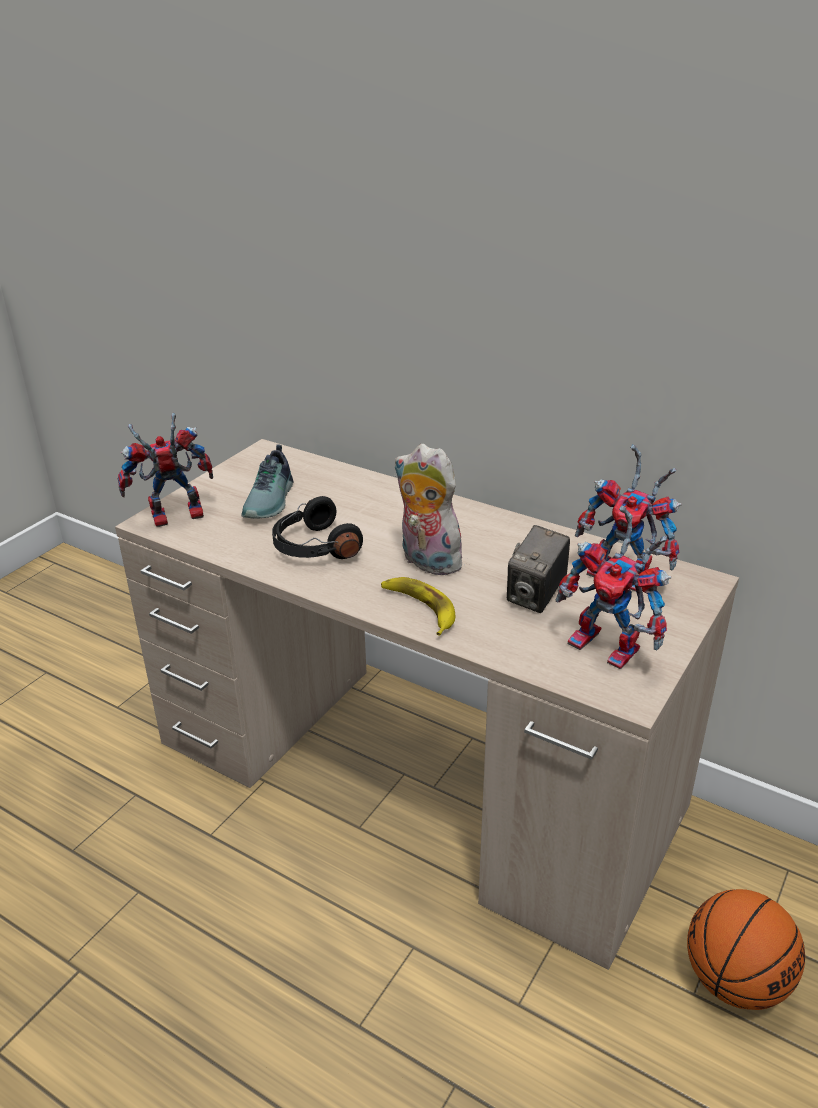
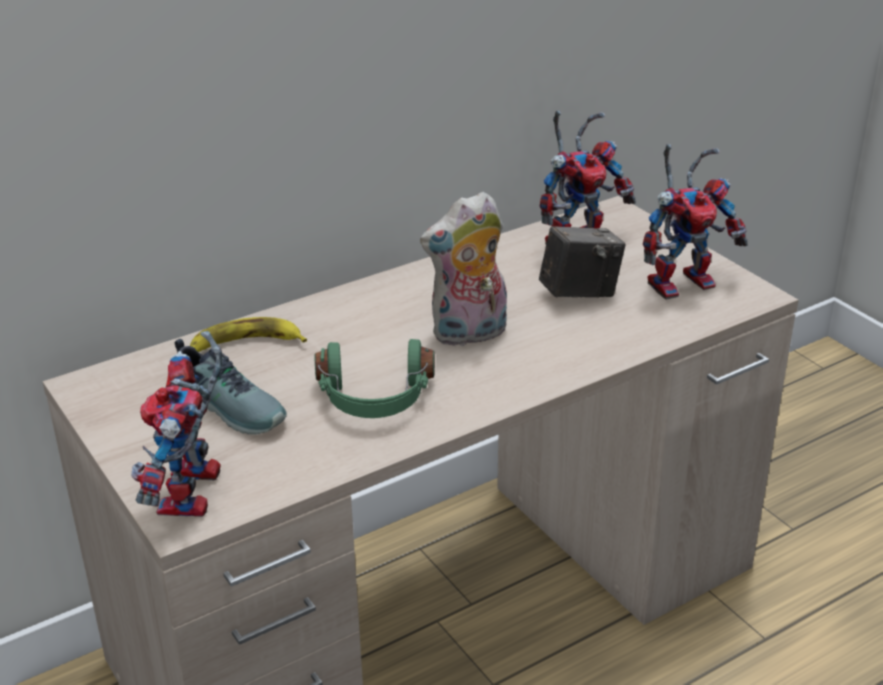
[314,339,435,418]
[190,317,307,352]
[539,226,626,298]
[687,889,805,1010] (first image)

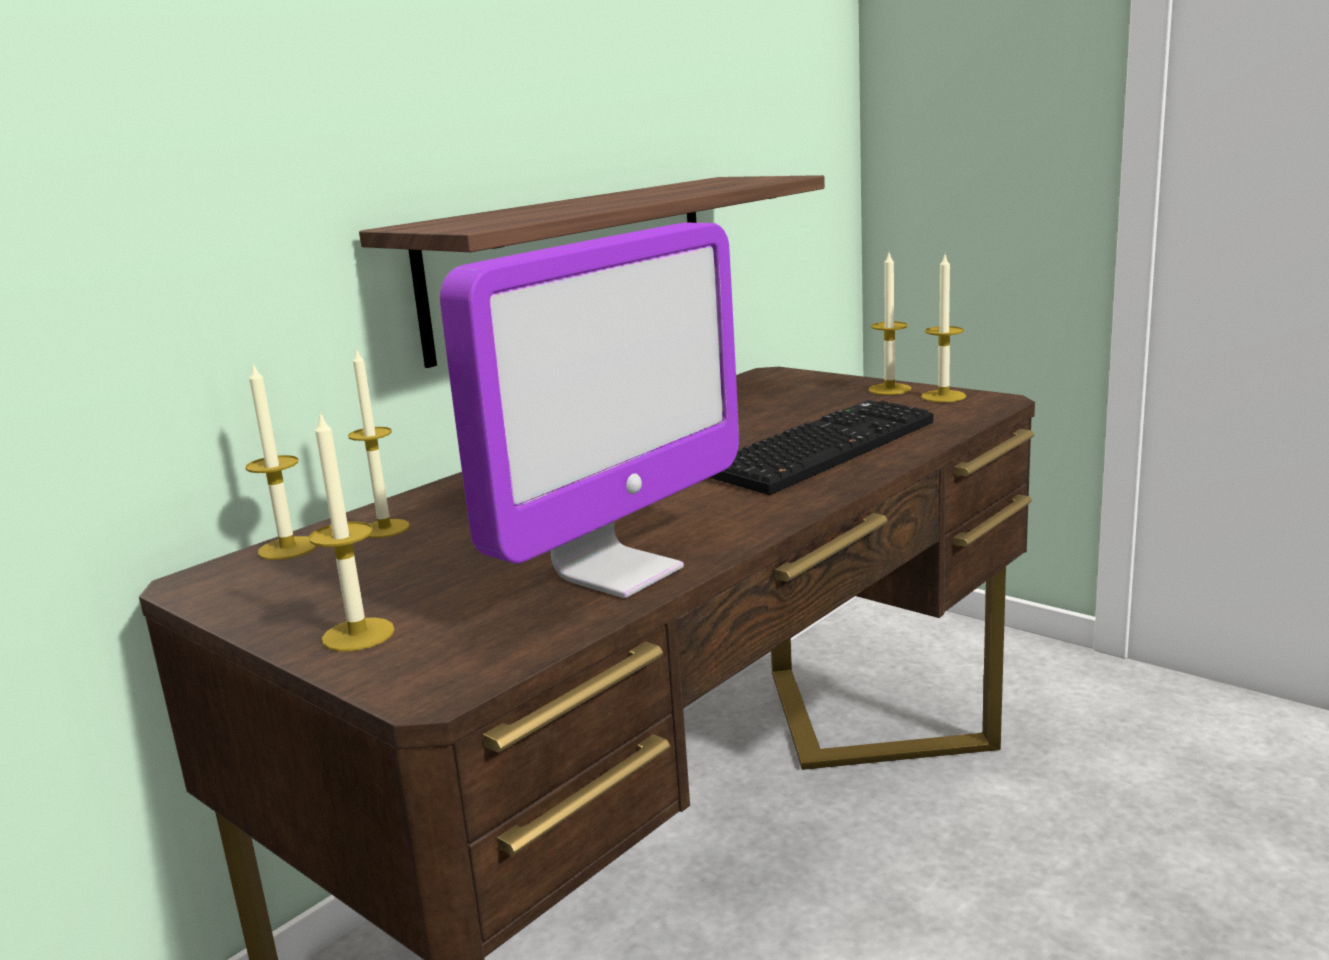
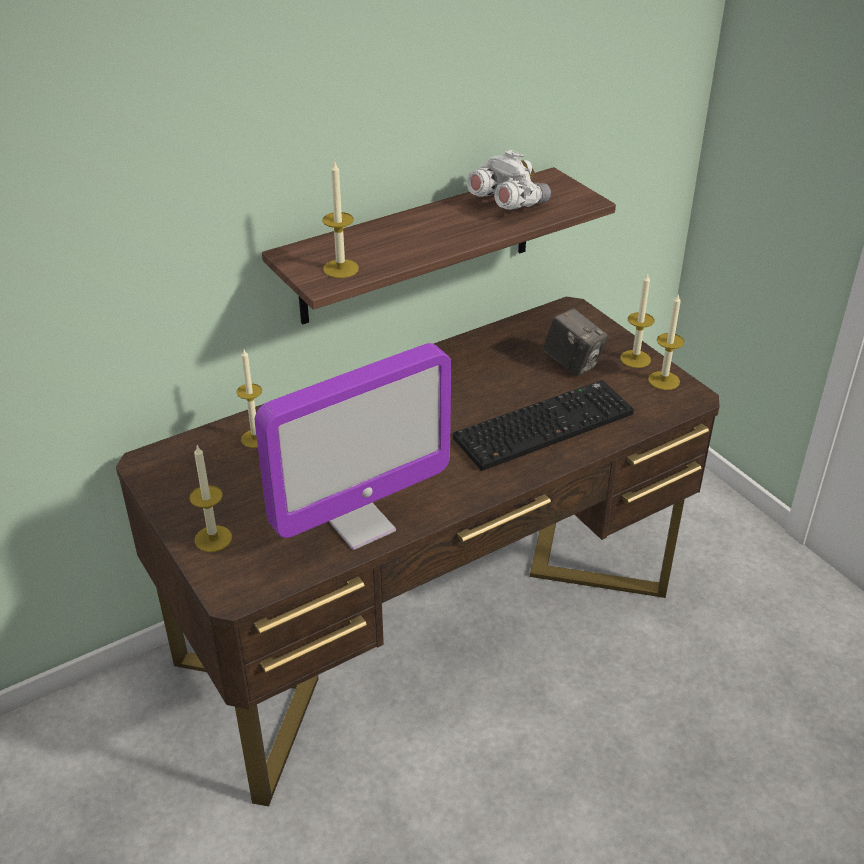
[322,160,359,278]
[467,150,551,210]
[543,308,608,376]

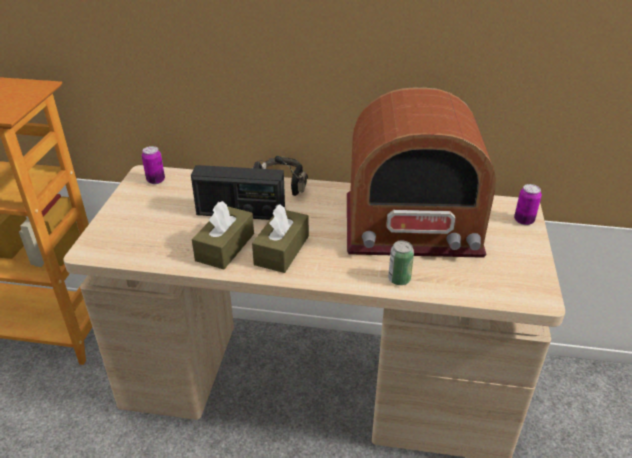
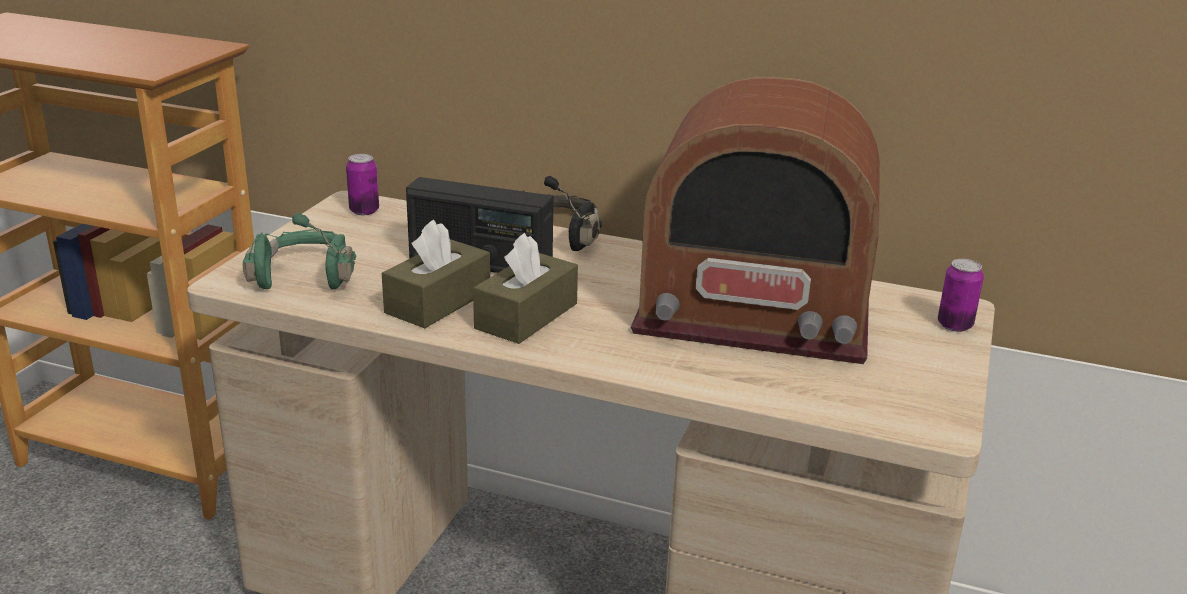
[388,240,414,285] (first image)
[243,213,356,289]

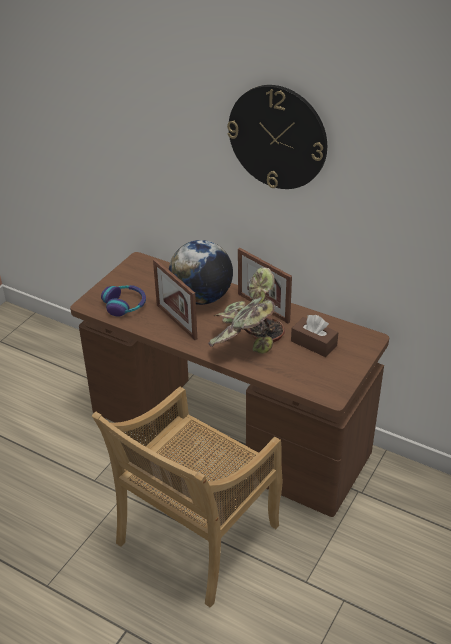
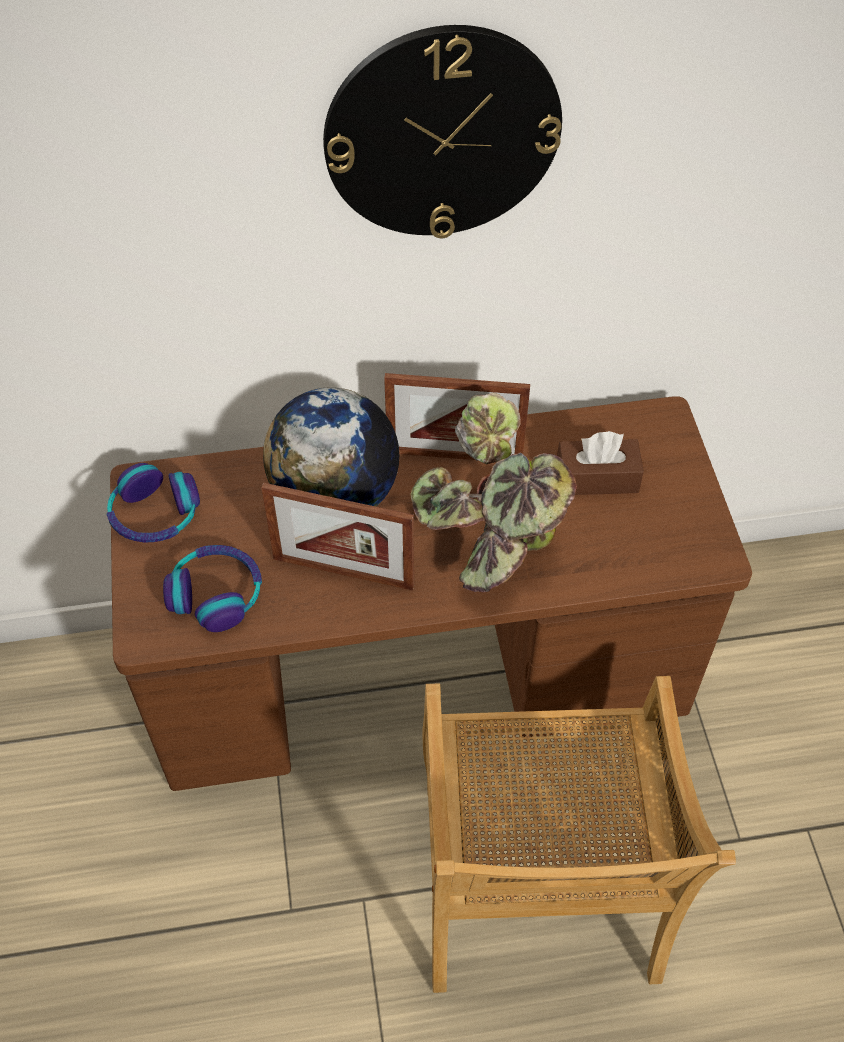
[106,463,200,542]

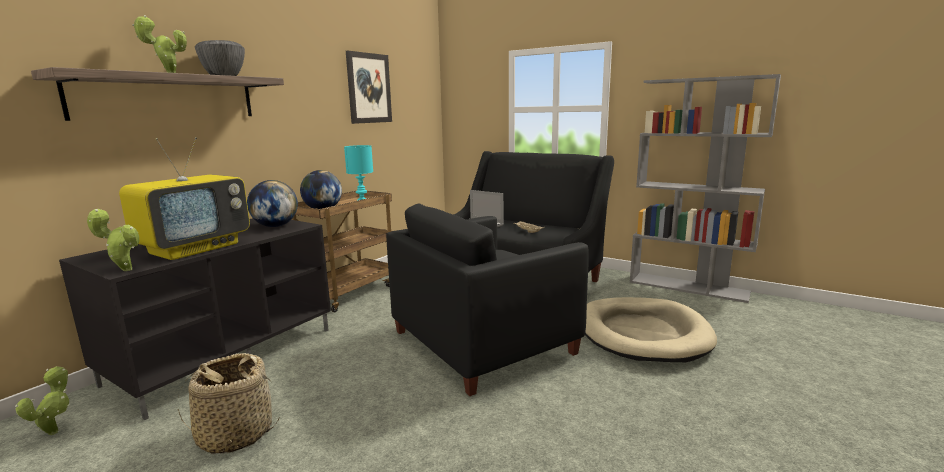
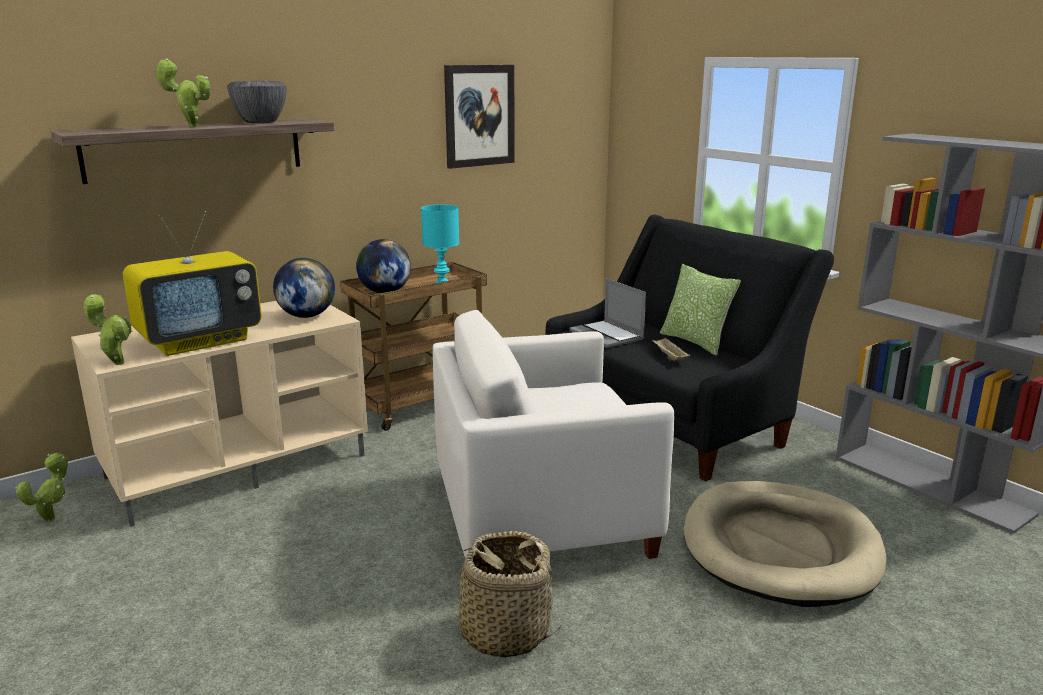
[71,301,368,527]
[443,531,562,658]
[433,310,674,559]
[660,264,741,356]

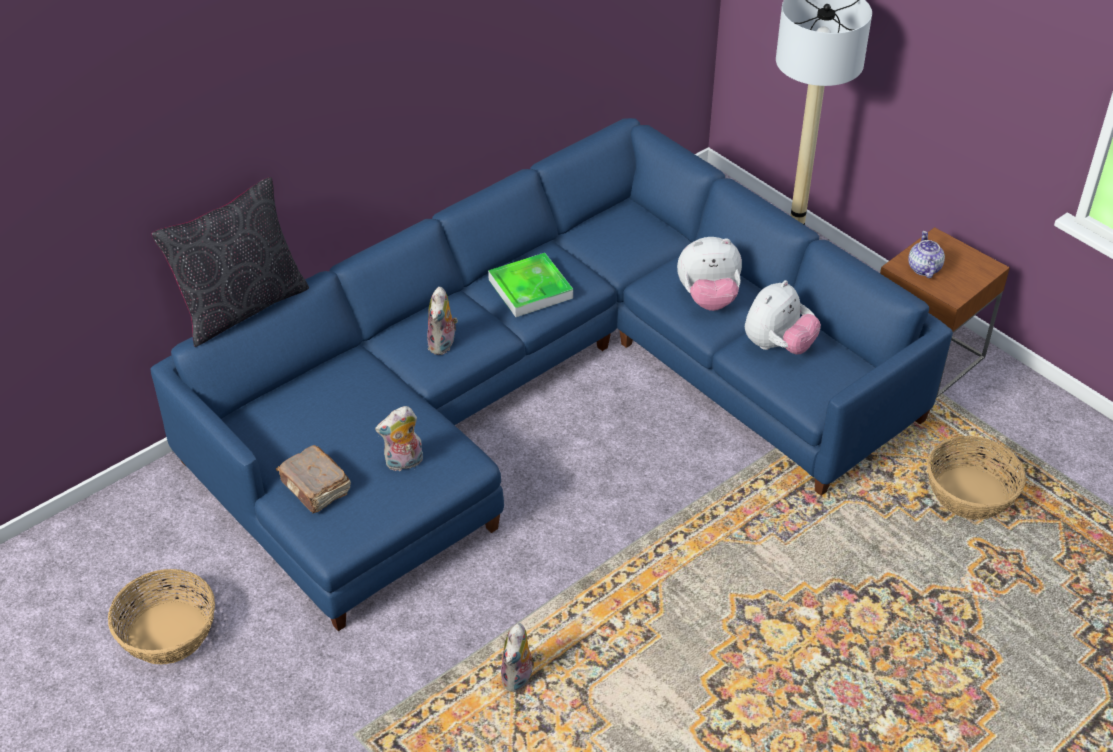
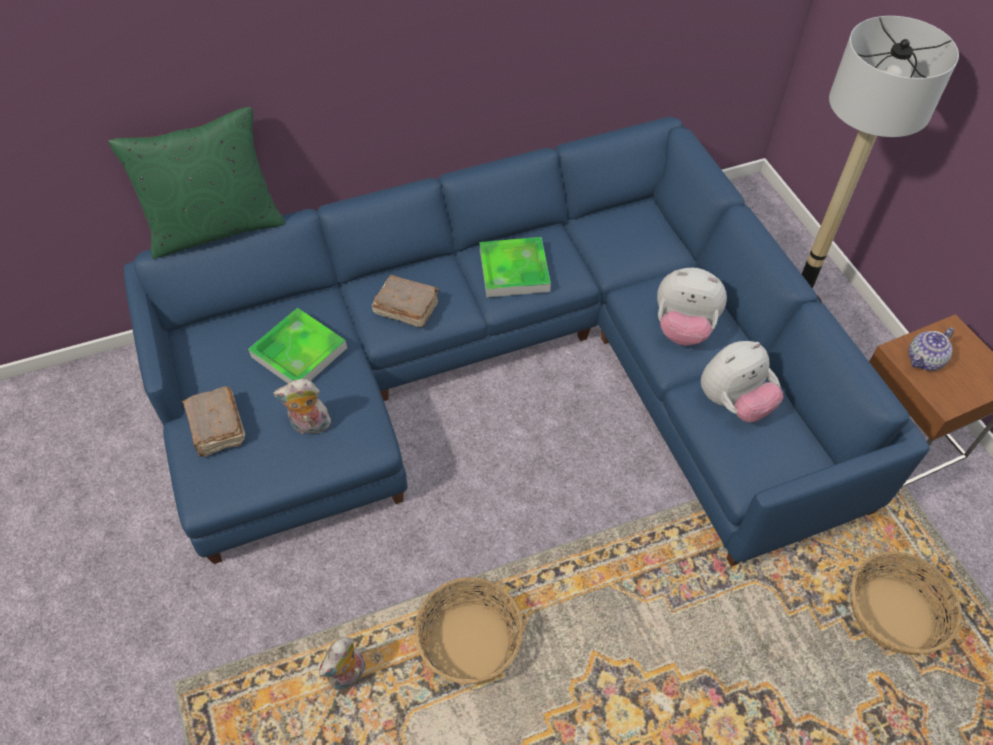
[415,577,523,684]
[108,107,285,259]
[372,275,439,327]
[908,327,954,371]
[248,308,347,383]

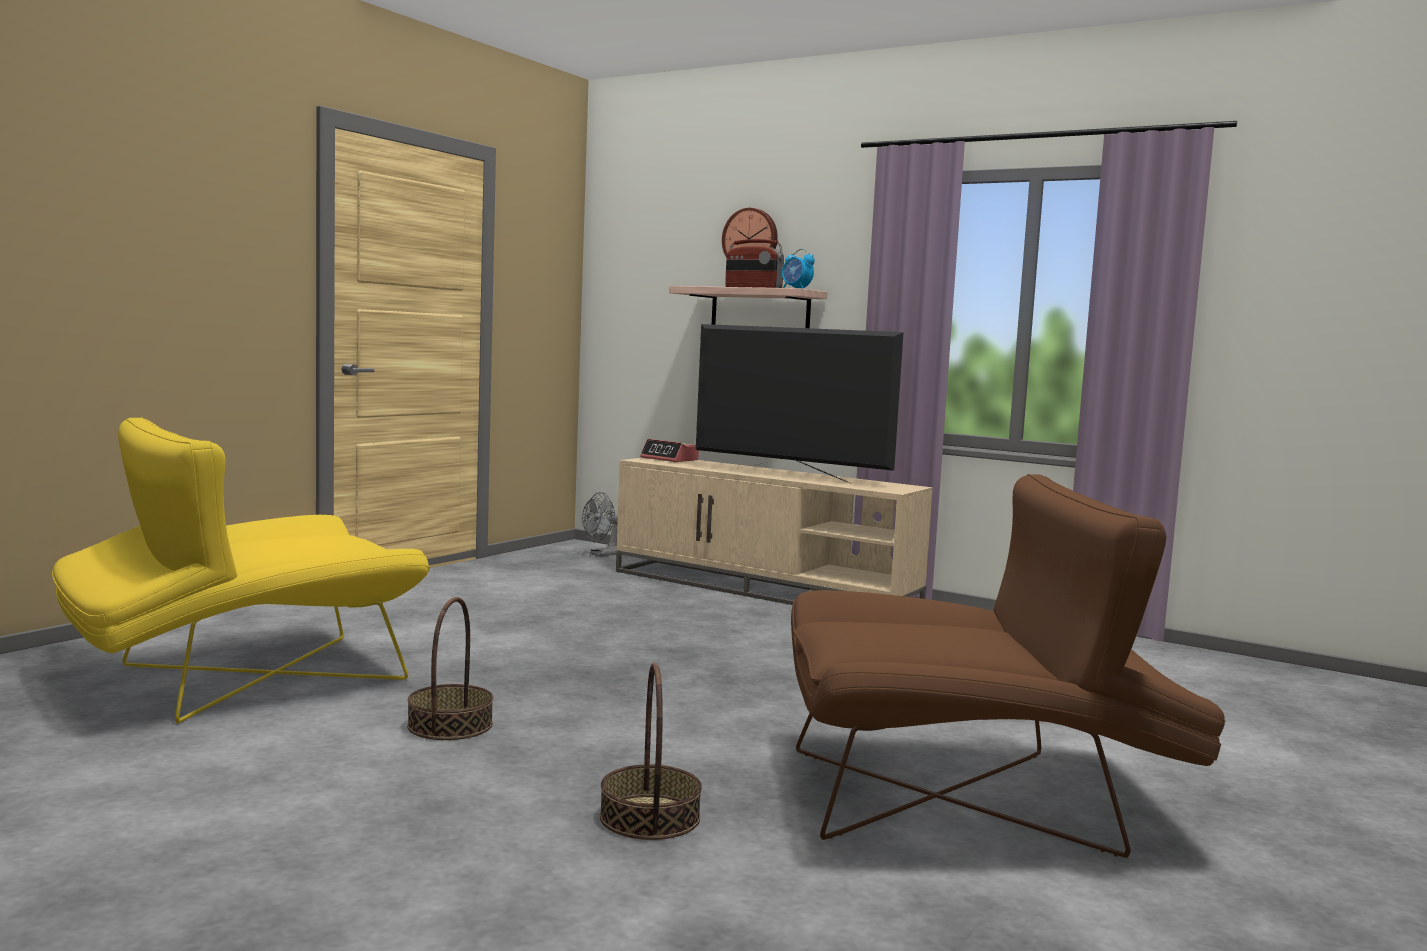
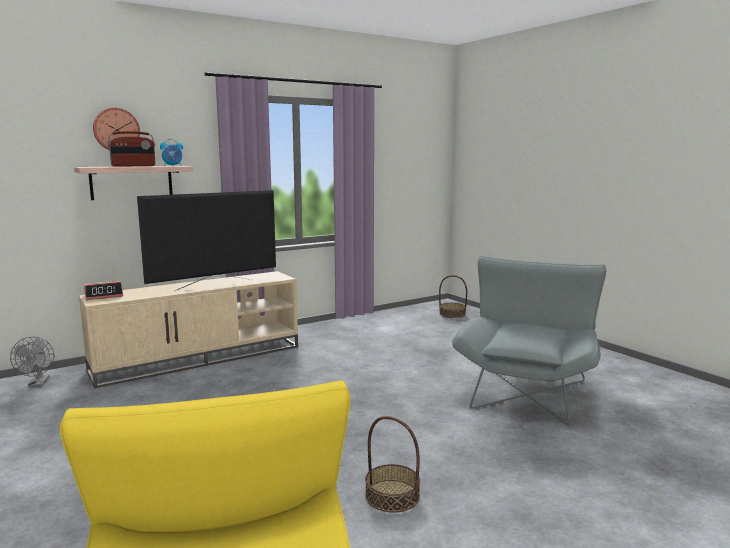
[439,275,467,318]
[452,255,606,426]

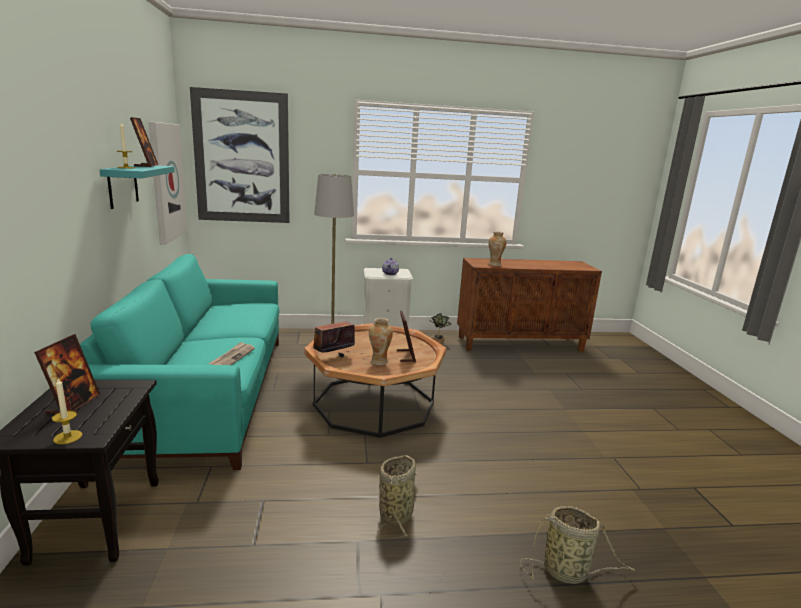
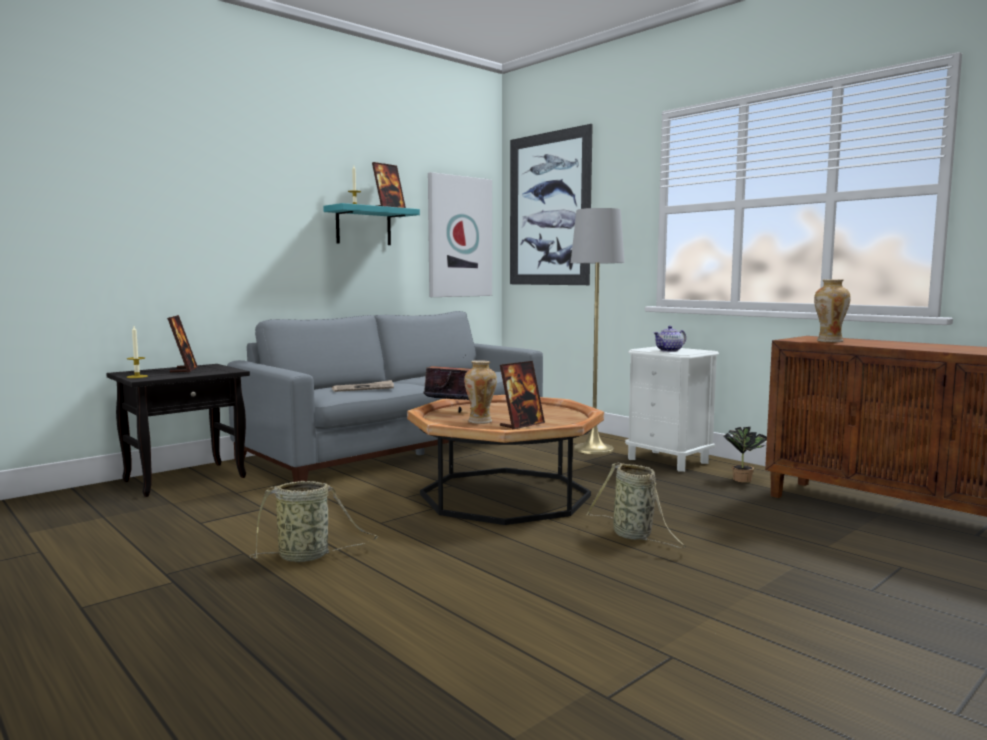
[167,315,198,373]
[227,311,543,482]
[586,463,686,548]

